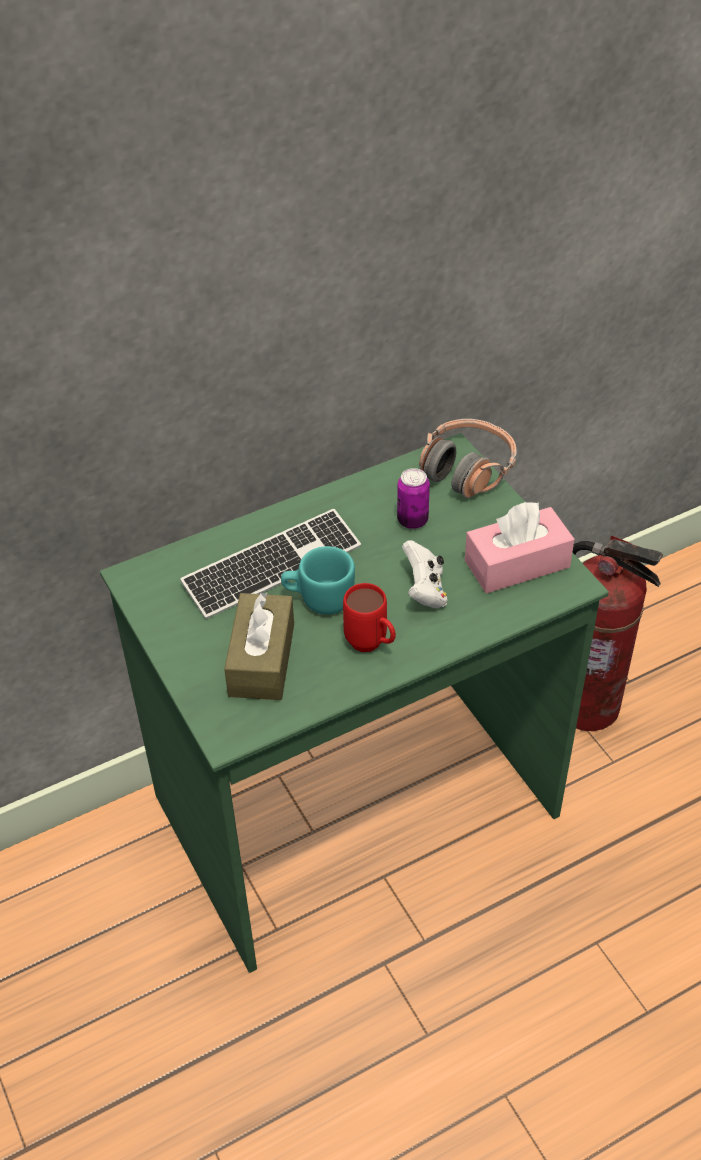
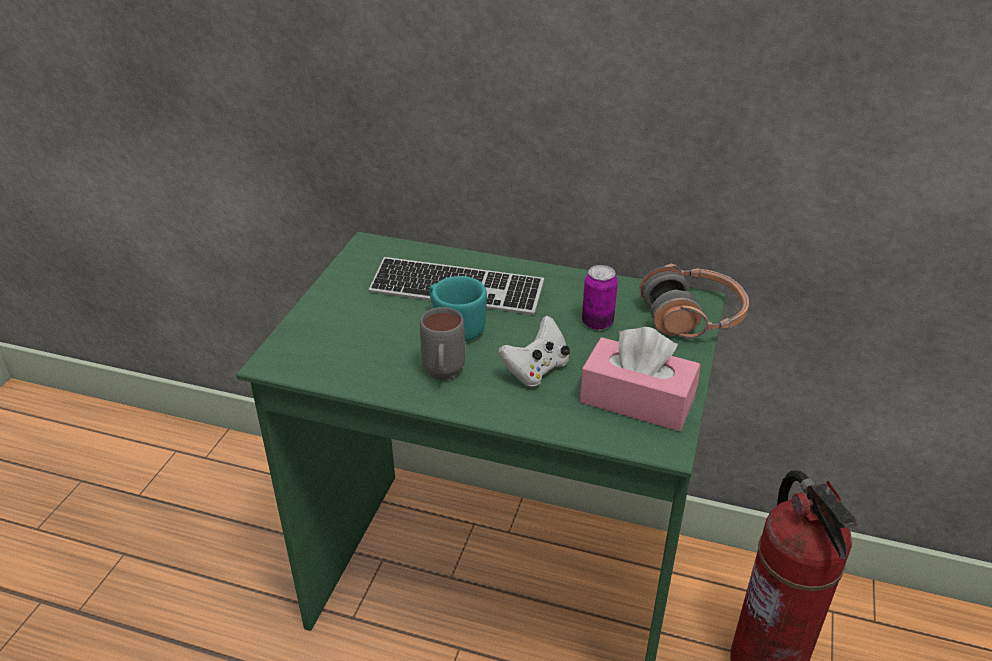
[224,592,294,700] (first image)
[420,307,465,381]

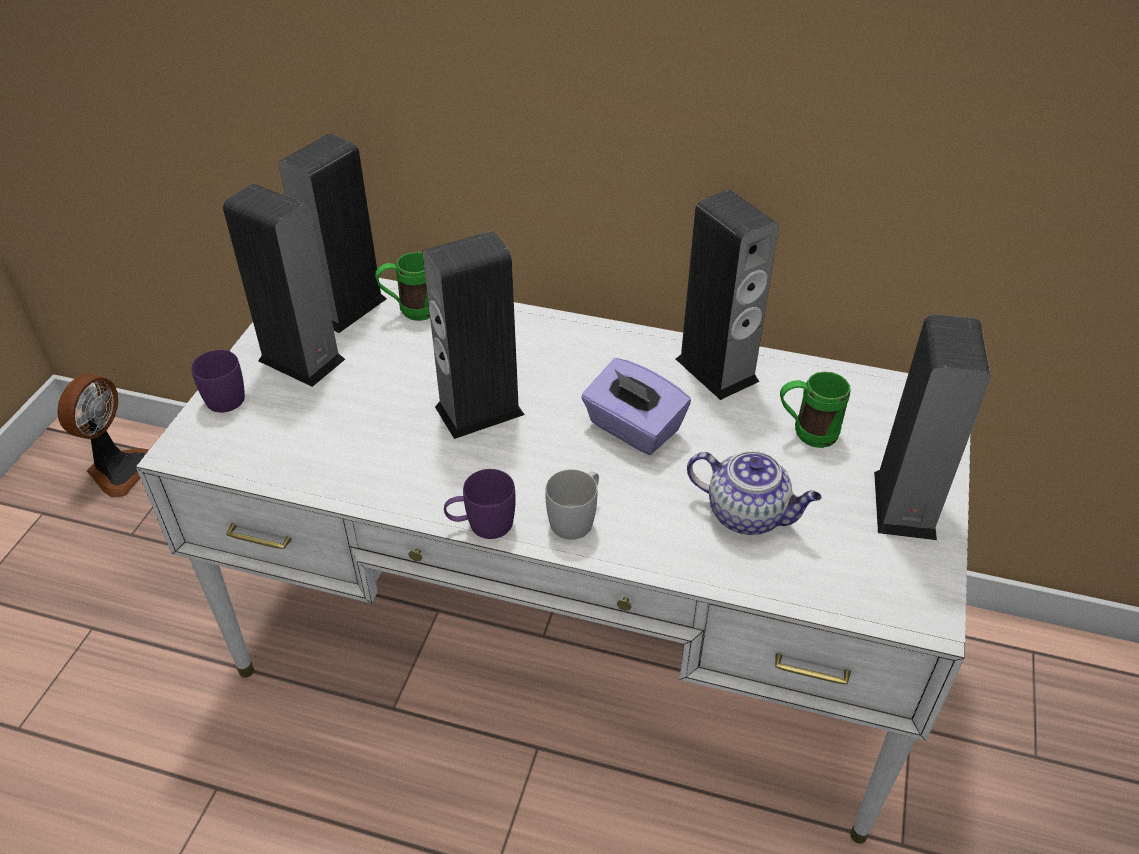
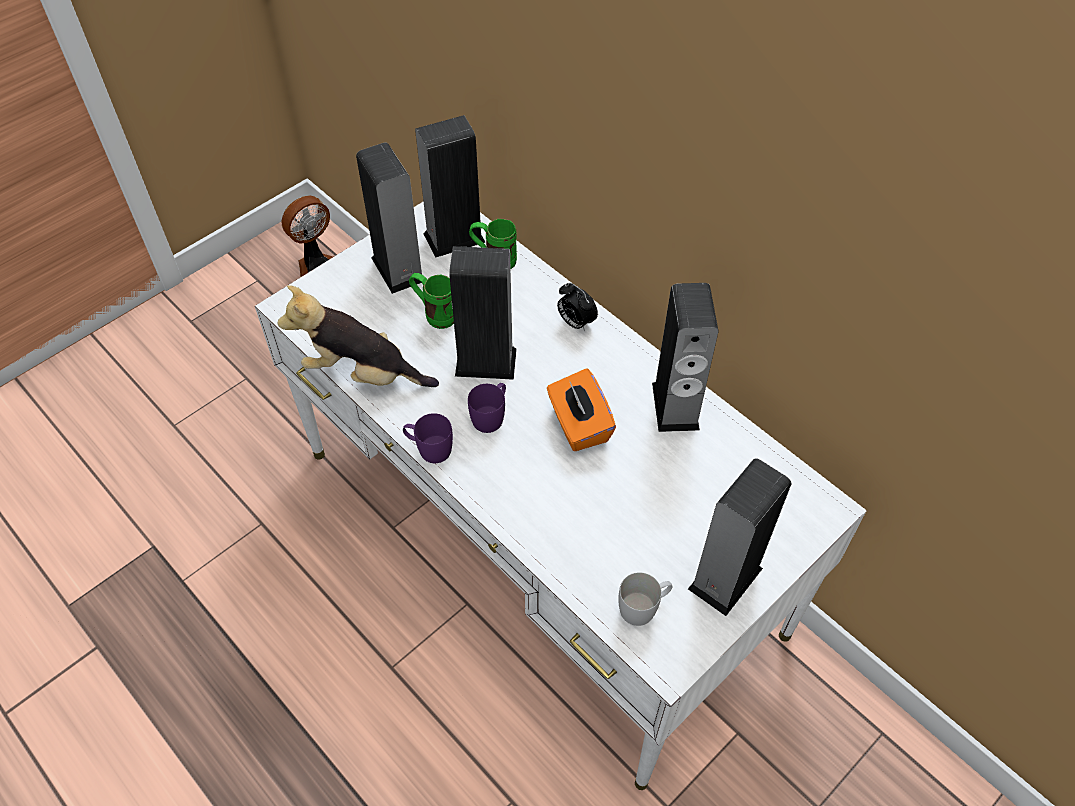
[468,383,506,433]
[618,572,673,626]
[547,368,616,451]
[687,451,822,535] (first image)
[409,273,454,329]
[278,285,439,387]
[557,283,598,331]

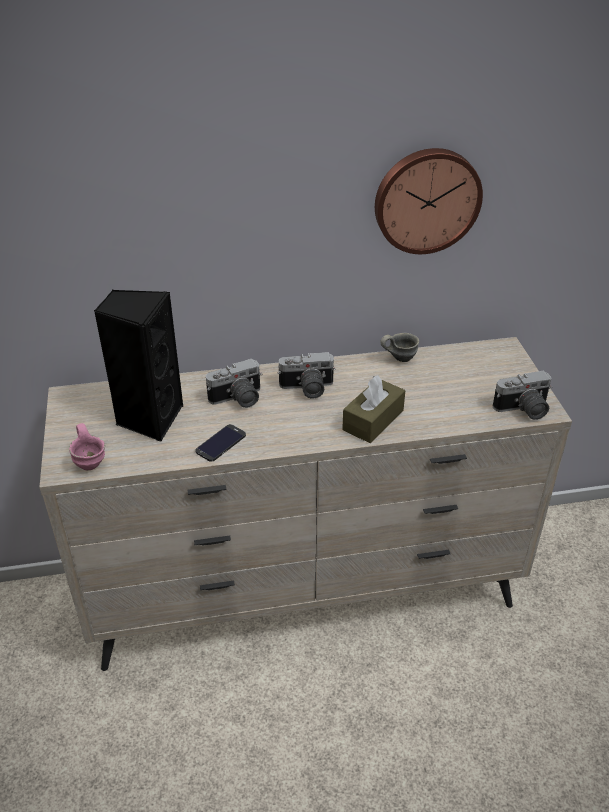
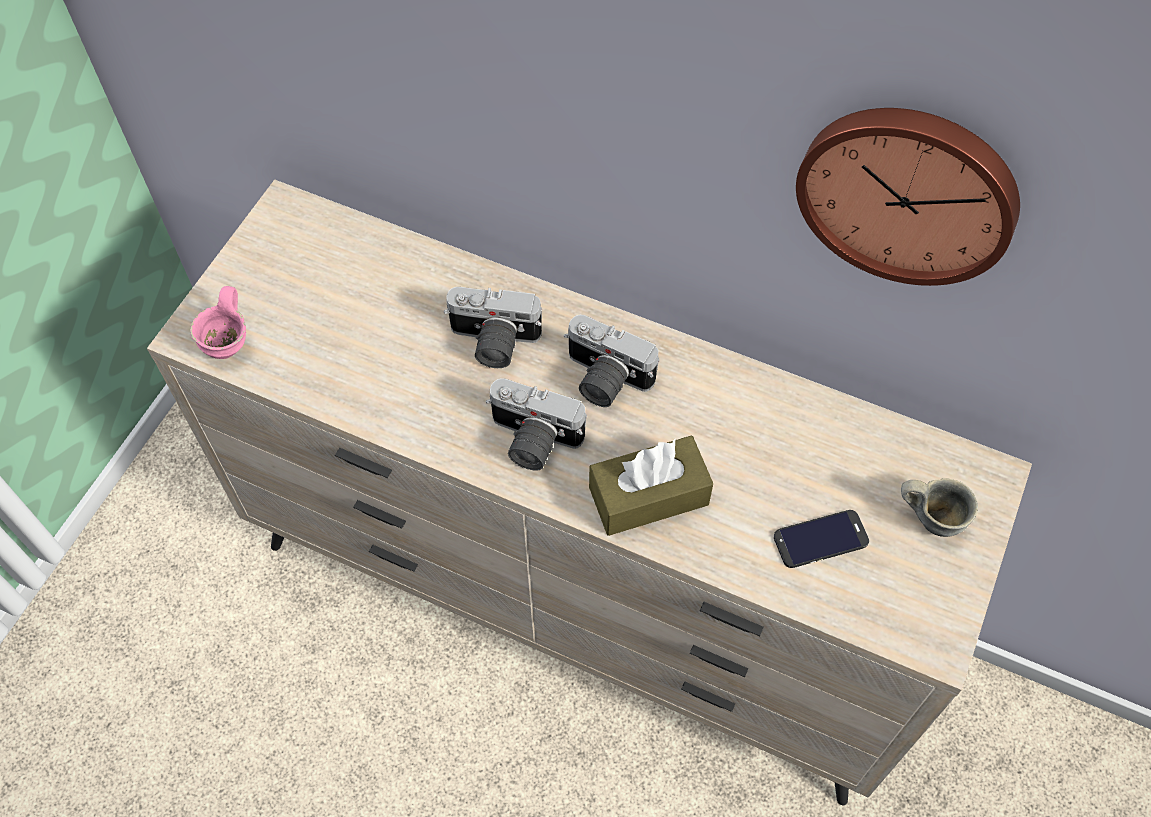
[94,290,184,442] (first image)
[774,510,869,568]
[901,478,978,537]
[486,378,587,471]

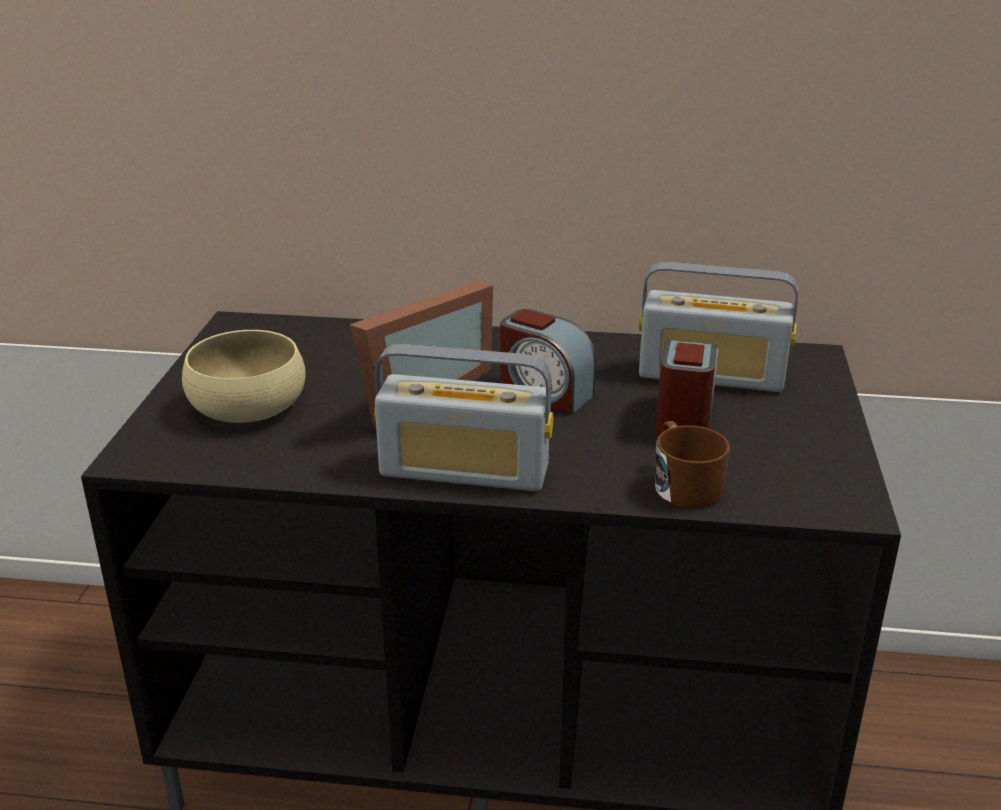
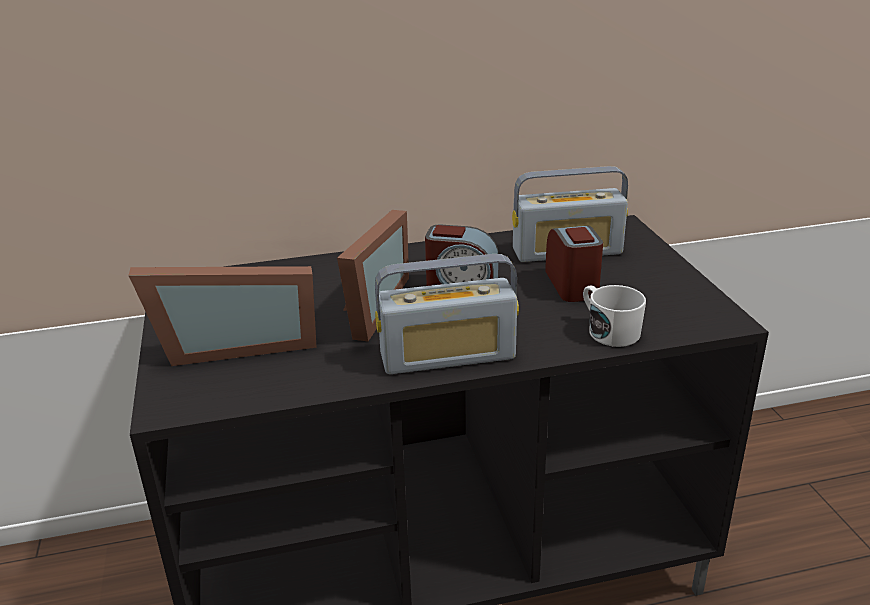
[128,266,317,366]
[583,285,646,347]

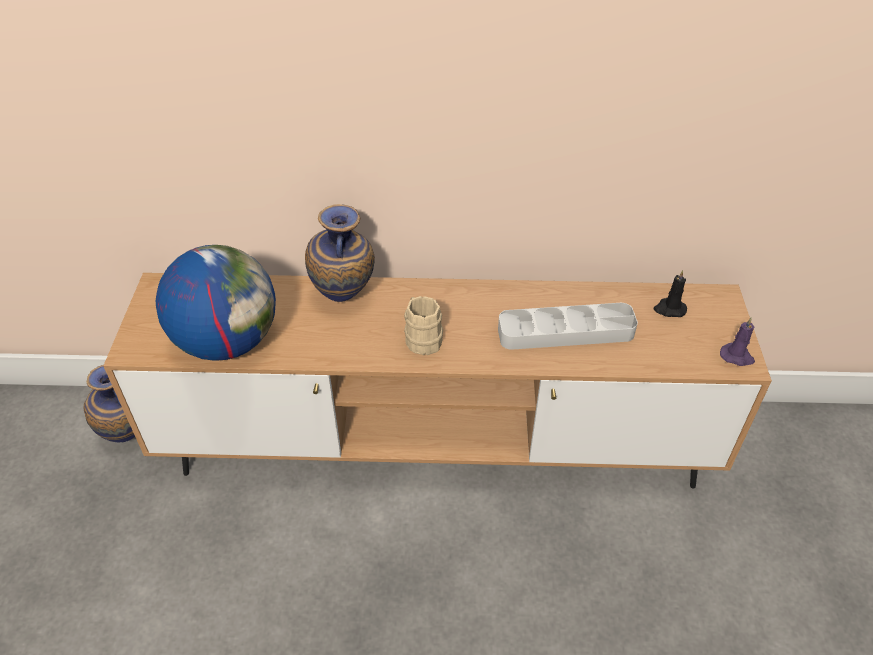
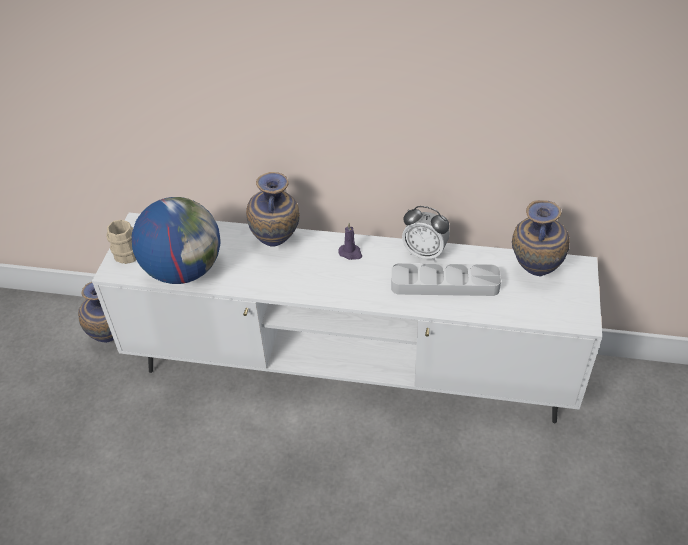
[92,212,602,423]
[106,220,136,264]
[512,200,570,277]
[338,223,362,260]
[402,206,450,261]

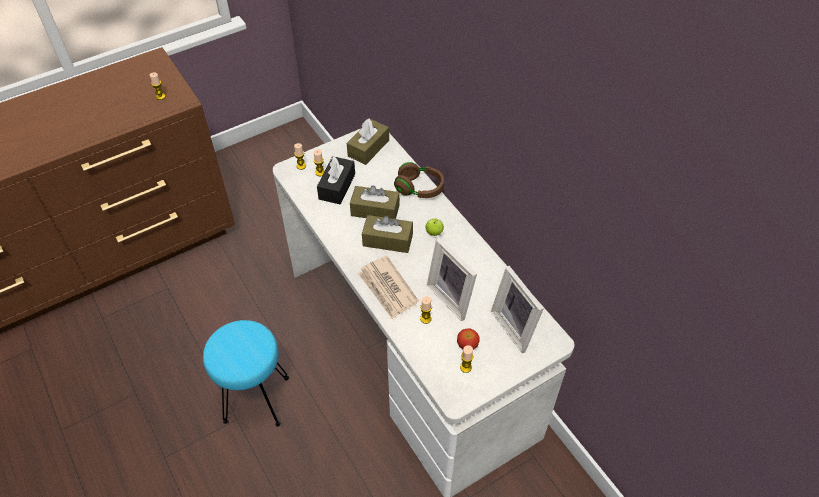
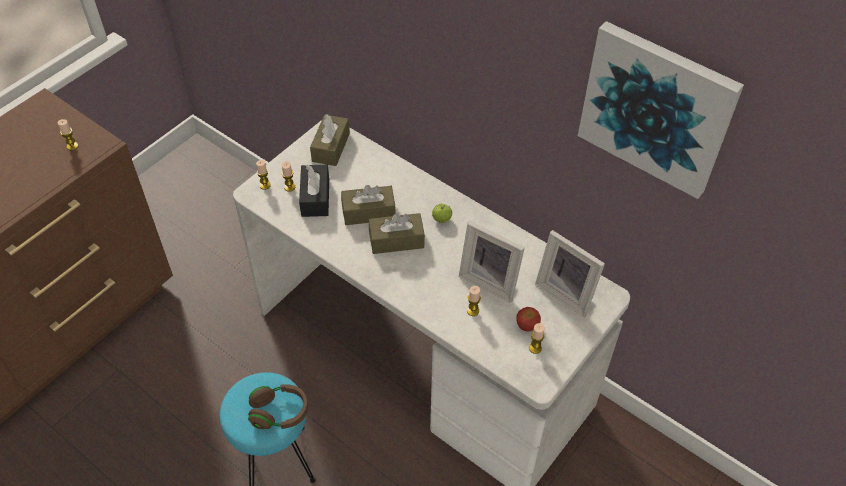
[358,256,419,319] (first image)
[248,384,308,429]
[578,21,744,199]

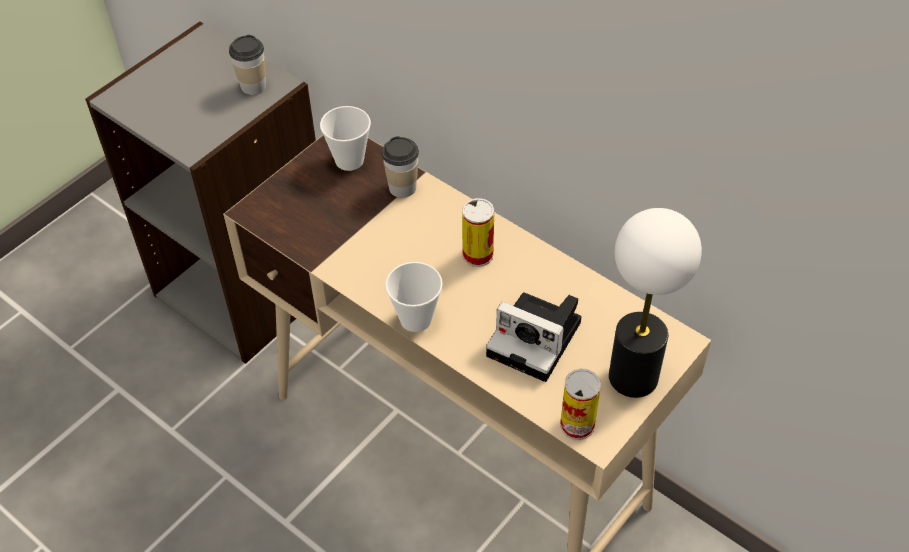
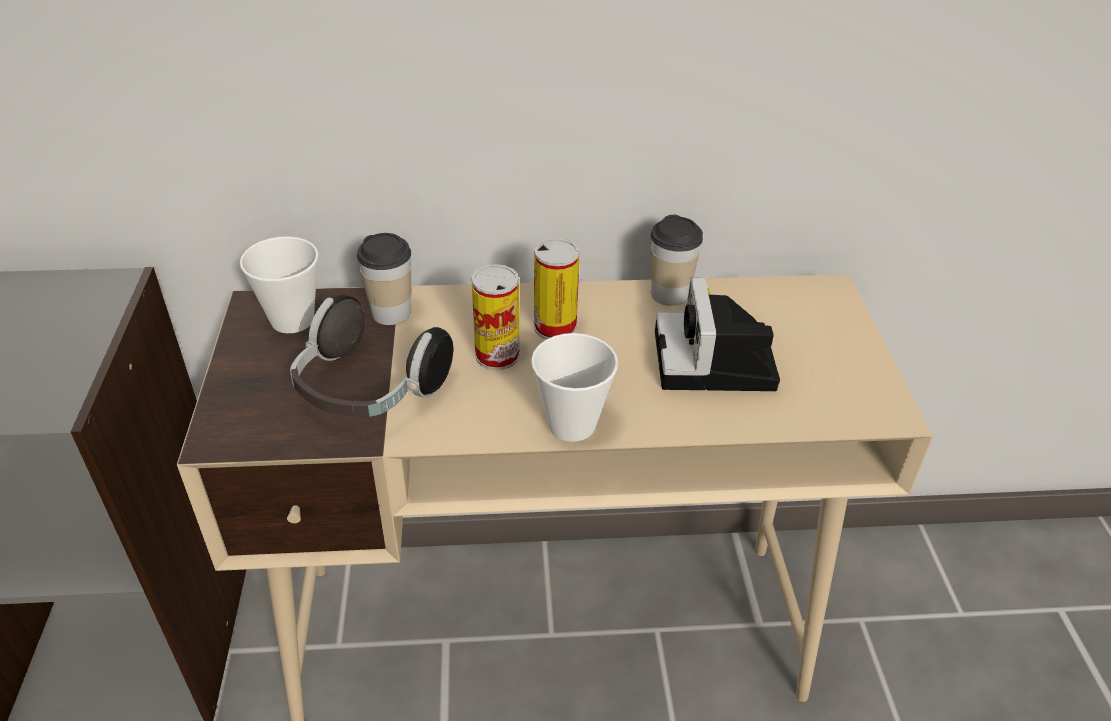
[650,214,703,306]
[655,277,780,391]
[471,264,520,370]
[609,208,702,398] (first image)
[290,295,453,417]

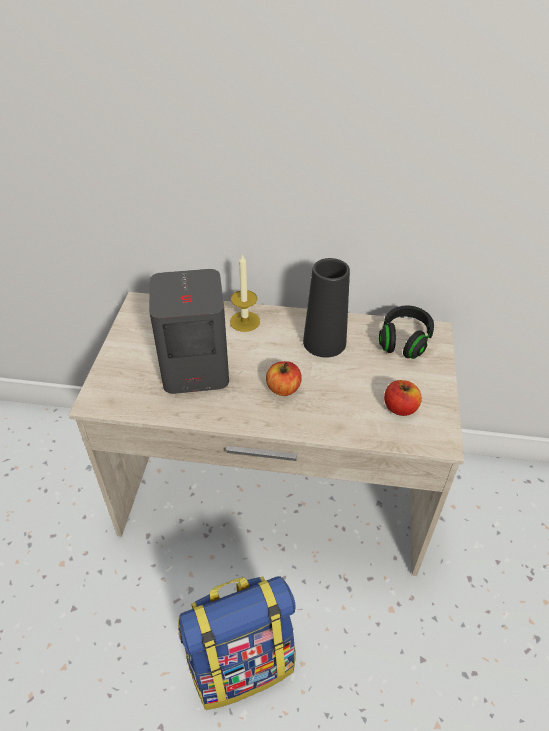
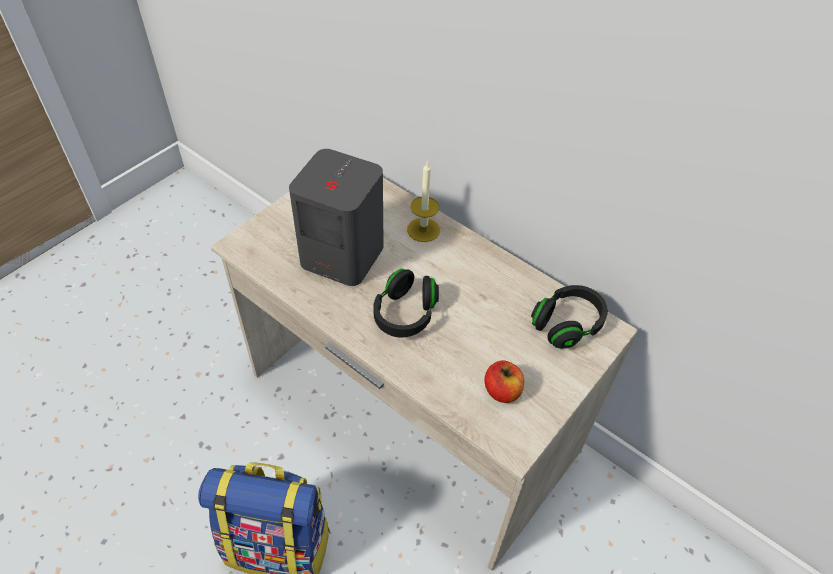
[373,269,439,337]
[303,258,350,358] (first image)

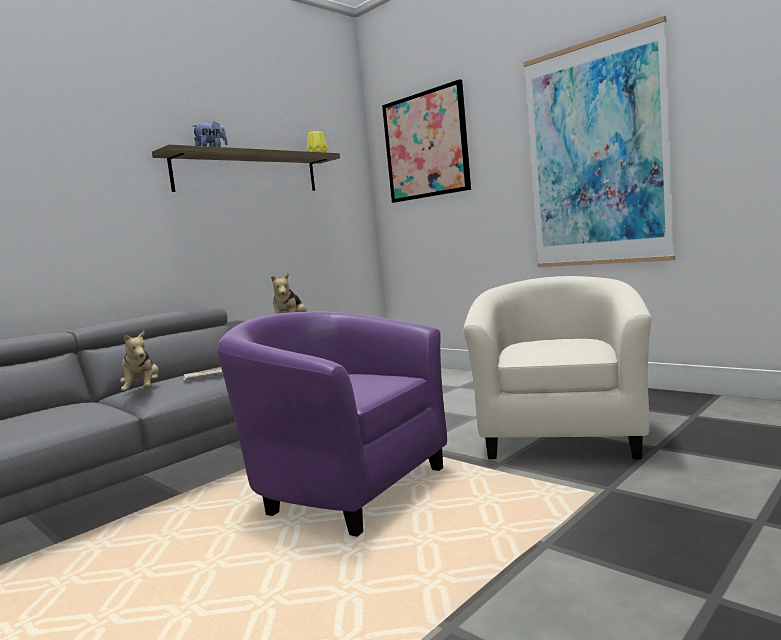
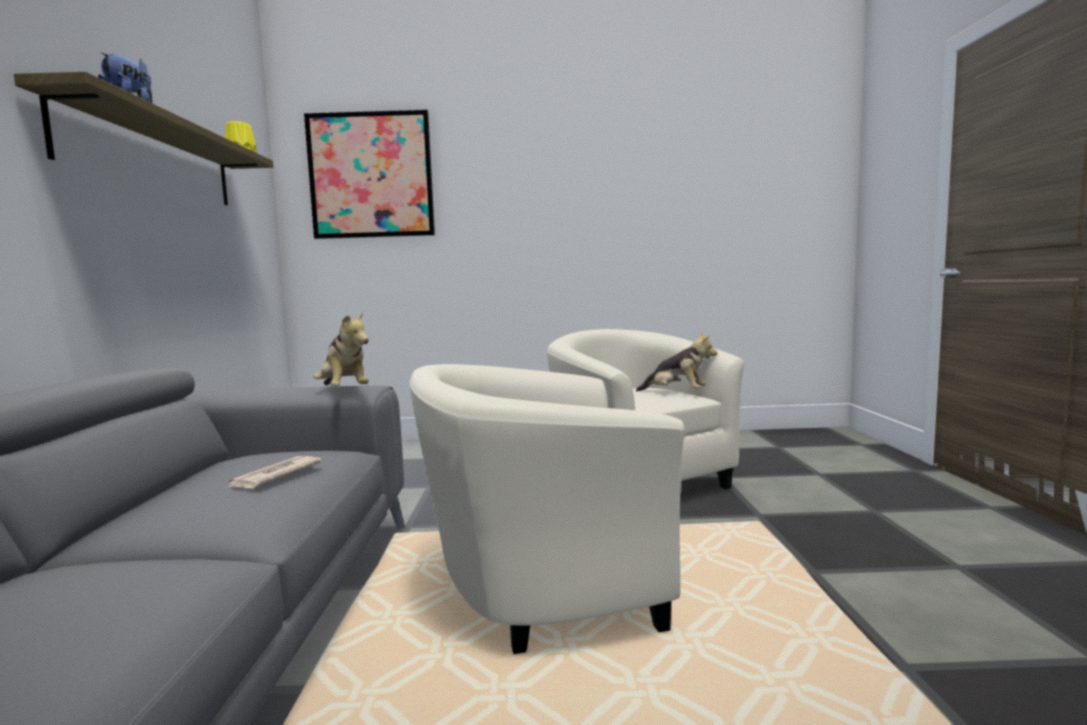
[636,332,717,391]
[410,364,685,654]
[523,16,675,267] (first image)

